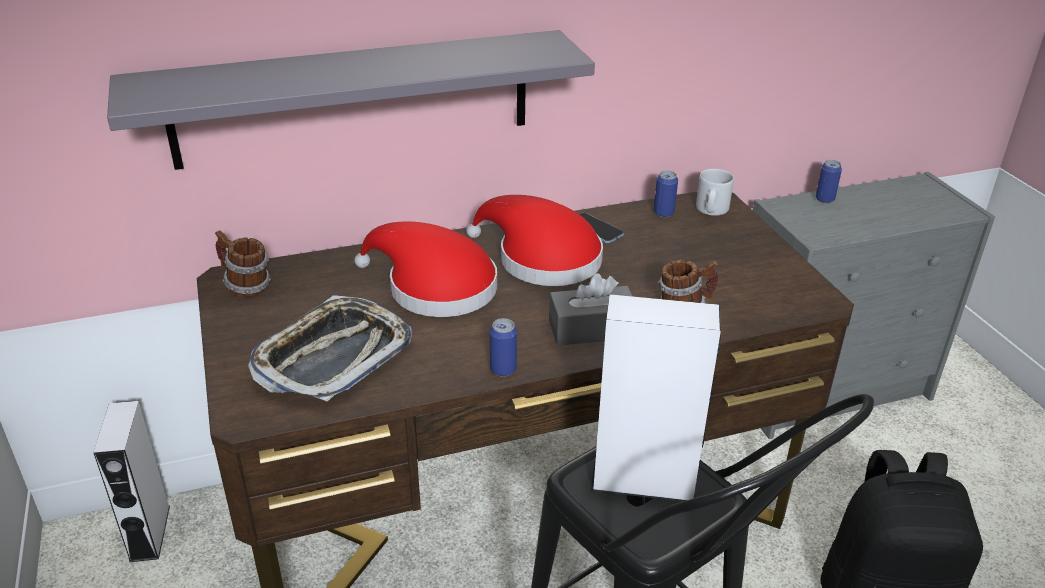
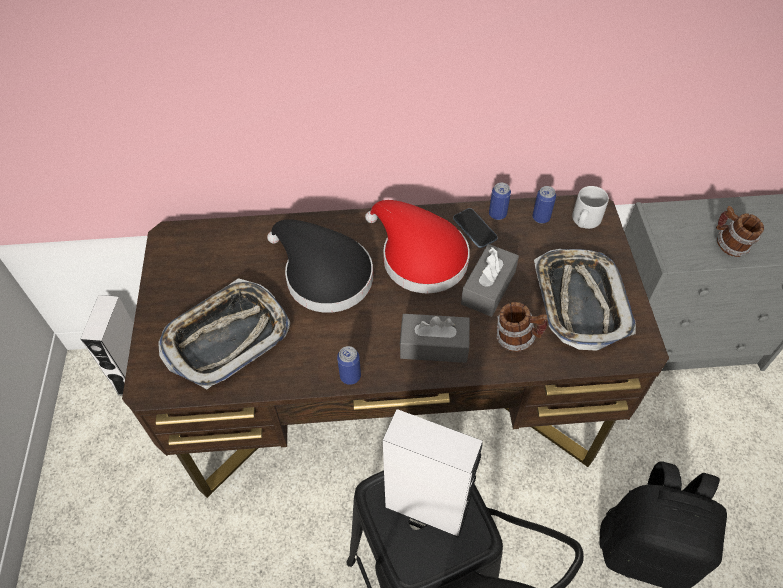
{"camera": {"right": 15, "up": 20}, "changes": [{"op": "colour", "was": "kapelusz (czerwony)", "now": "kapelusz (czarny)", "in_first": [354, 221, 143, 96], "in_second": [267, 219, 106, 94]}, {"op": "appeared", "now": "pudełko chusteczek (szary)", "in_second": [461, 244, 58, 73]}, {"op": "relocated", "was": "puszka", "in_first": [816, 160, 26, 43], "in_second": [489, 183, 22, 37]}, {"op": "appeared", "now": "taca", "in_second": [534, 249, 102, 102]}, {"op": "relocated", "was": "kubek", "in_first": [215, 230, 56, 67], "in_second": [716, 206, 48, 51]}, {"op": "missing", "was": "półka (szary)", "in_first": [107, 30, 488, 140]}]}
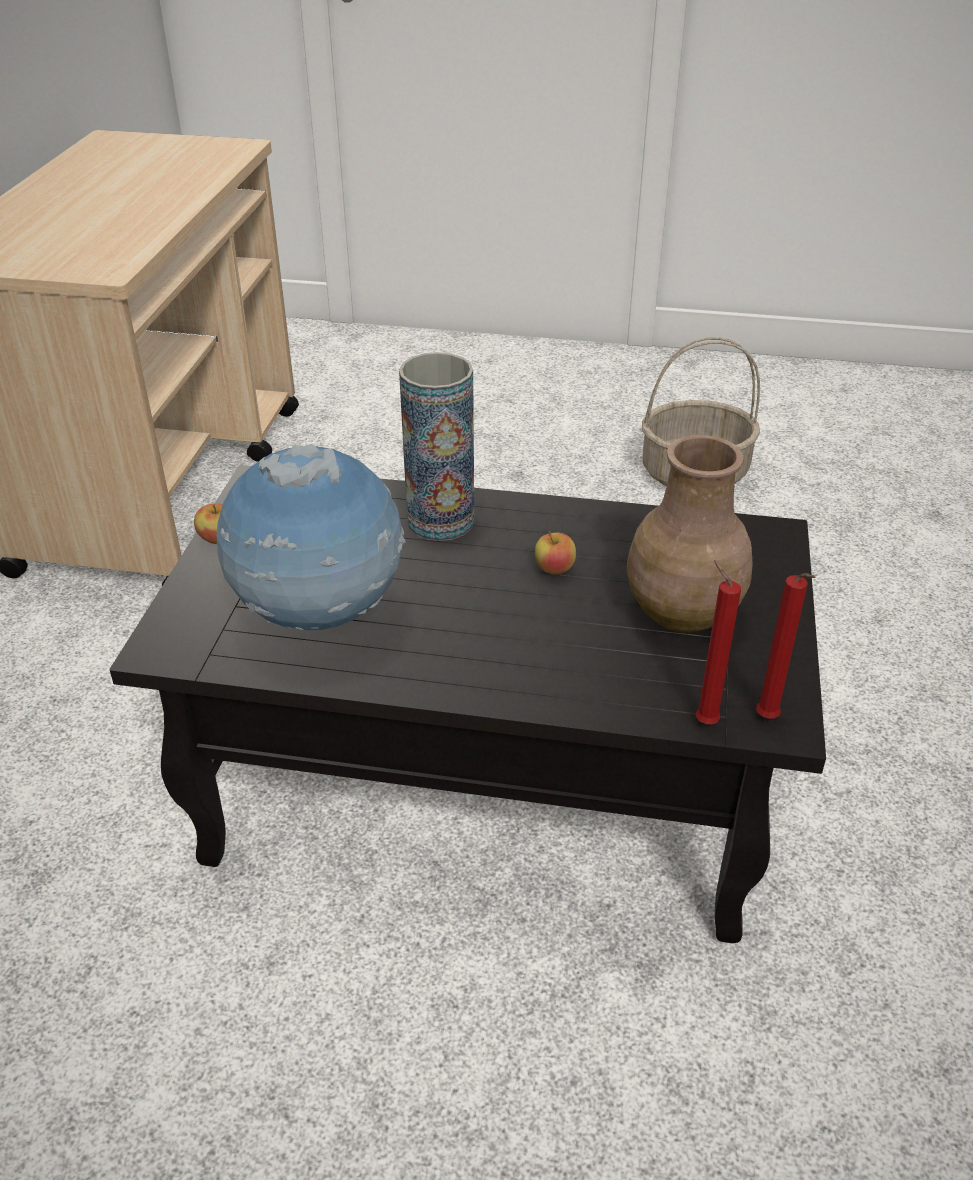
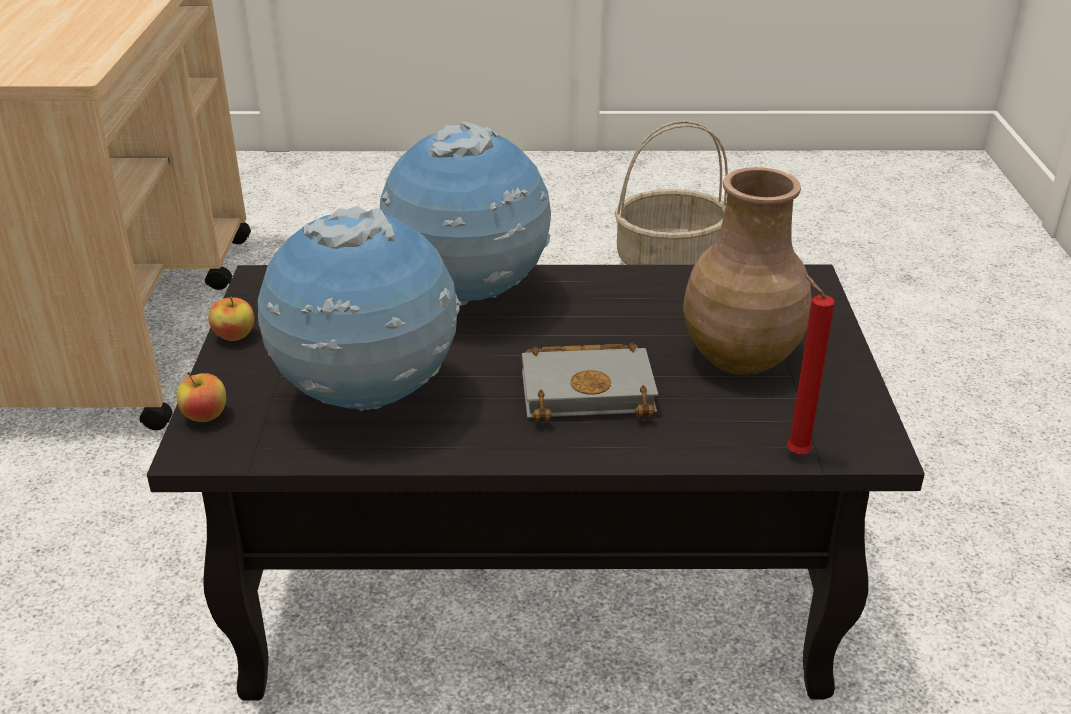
{"camera": {"right": -10, "up": -5}, "changes": [{"op": "relocated", "was": "jabłko", "in_first": [535, 531, 41, 44], "in_second": [177, 372, 49, 50]}, {"op": "exchanged", "was": "wazon", "now": "globus", "in_first": [399, 352, 75, 189], "in_second": [380, 121, 171, 185]}, {"op": "appeared", "now": "książka (szary)", "in_second": [522, 343, 136, 79]}, {"op": "missing", "was": "świeca (czerwony)", "in_first": [756, 573, 59, 146]}]}
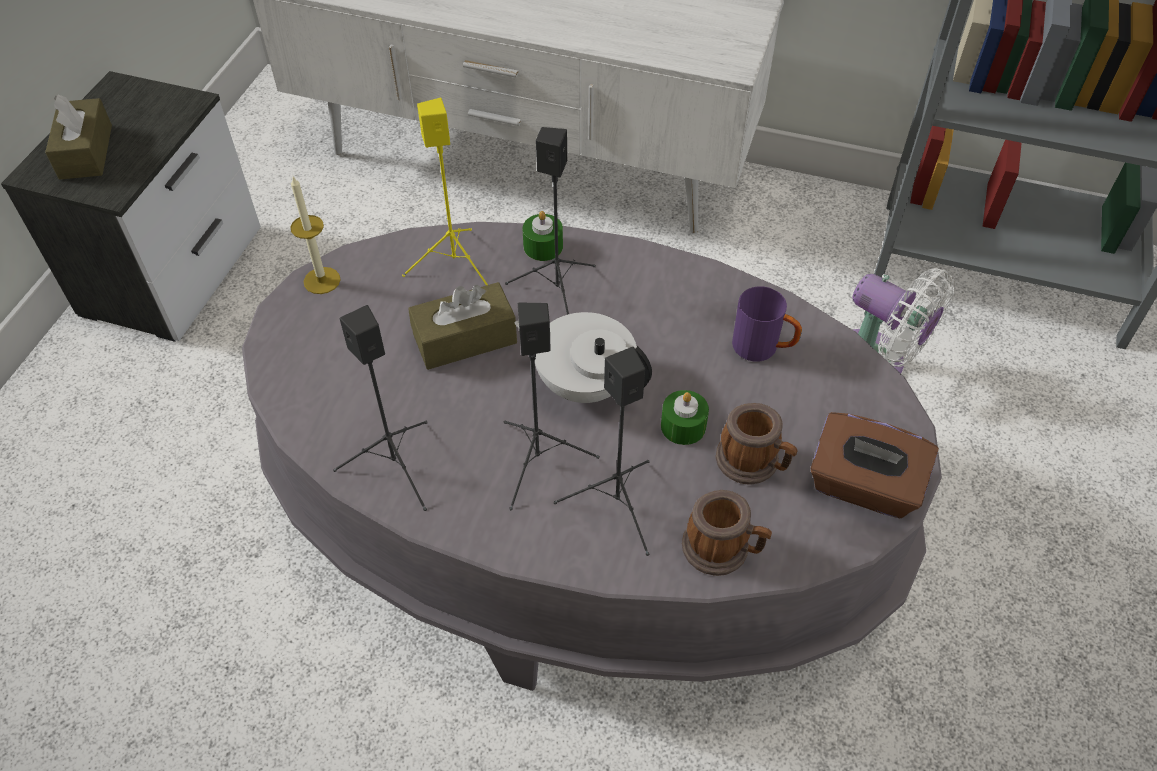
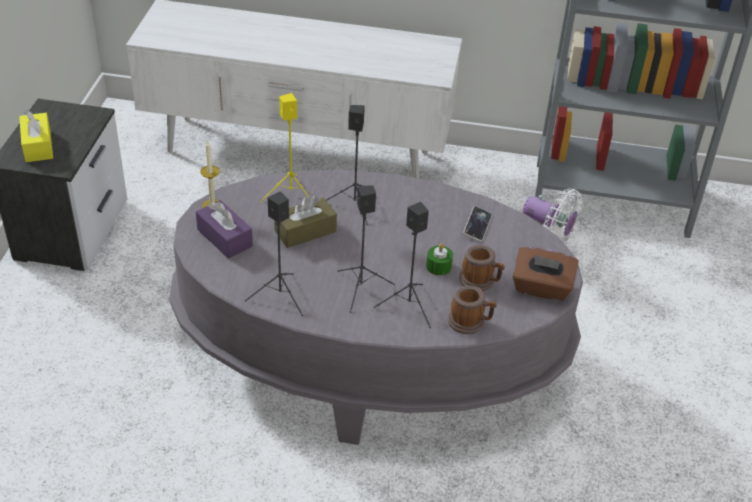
{"camera": {"right": -10, "up": -10}, "changes": [{"op": "colour", "was": "pudełko chusteczek (brązowy)", "now": "pudełko chusteczek (żółty)", "in_first": [45, 95, 67, 84], "in_second": [19, 110, 34, 52]}, {"op": "appeared", "now": "pudełko chusteczek (fioletowy)", "in_second": [196, 200, 57, 59]}, {"op": "exchanged", "was": "kubek (fioletowy)", "now": "telefon", "in_first": [732, 286, 70, 76], "in_second": [463, 206, 29, 36]}, {"op": "missing", "was": "imbryk (biały)", "in_first": [515, 312, 137, 91]}, {"op": "missing", "was": "świeca (zielony)", "in_first": [523, 211, 40, 50]}]}
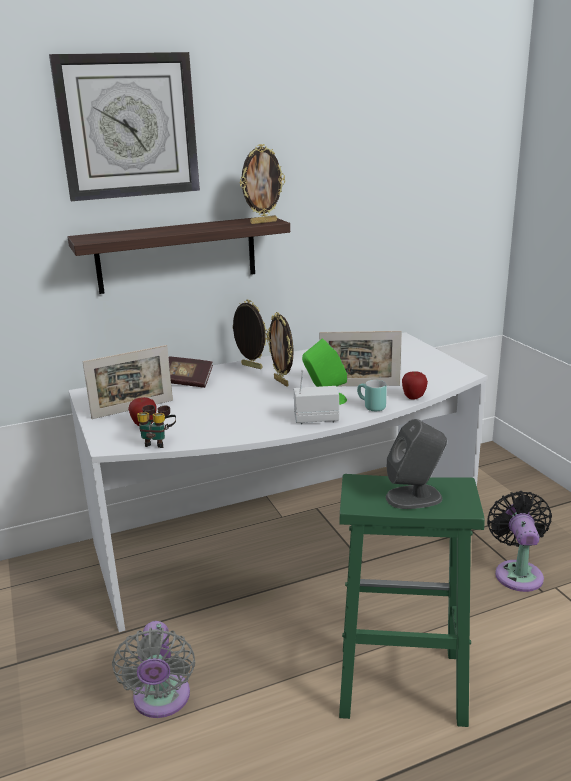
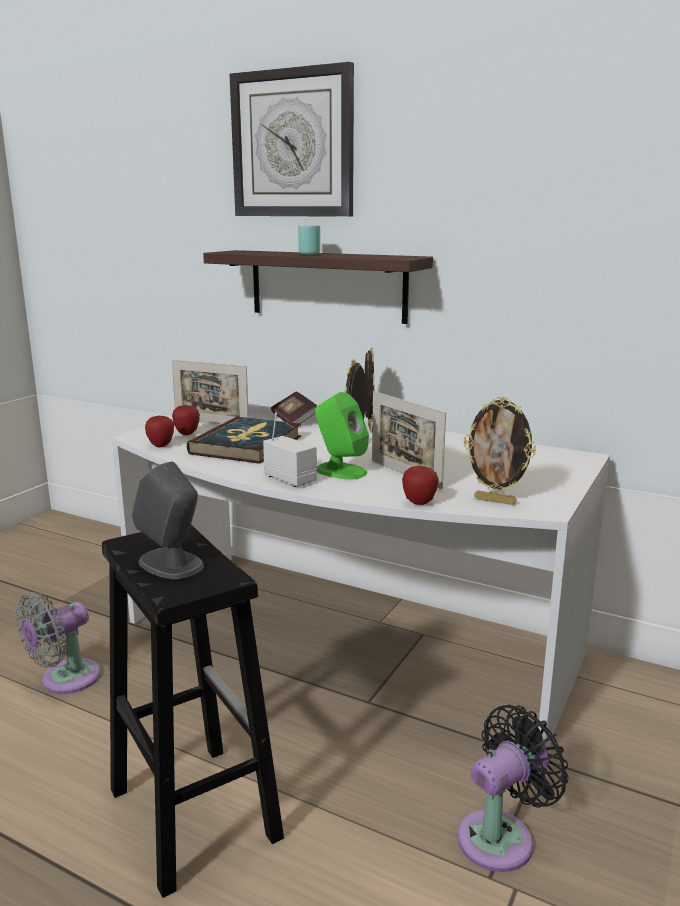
{"camera": {"right": 50, "up": -5}, "changes": [{"op": "colour", "was": "stołek (zielony)", "now": "stołek (czarny)", "in_first": [339, 474, 146, 253], "in_second": [102, 524, 182, 374]}, {"op": "exchanged", "was": "lornetka", "now": "jabłko", "in_first": [137, 405, 39, 43], "in_second": [145, 415, 29, 32]}, {"op": "appeared", "now": "książka", "in_second": [187, 417, 114, 47]}, {"op": "relocated", "was": "kubek (turkusowy)", "in_first": [357, 380, 30, 31], "in_second": [298, 225, 22, 30]}, {"op": "relocated", "was": "ramka na zdjęcie", "in_first": [240, 144, 45, 80], "in_second": [464, 397, 72, 108]}]}
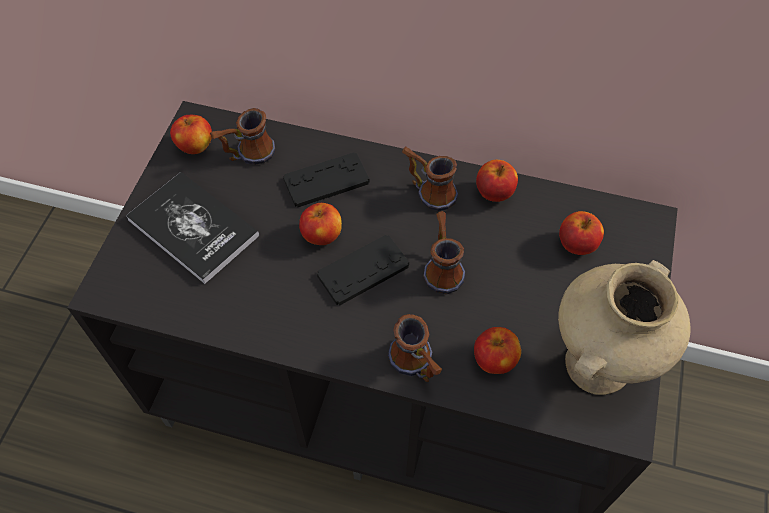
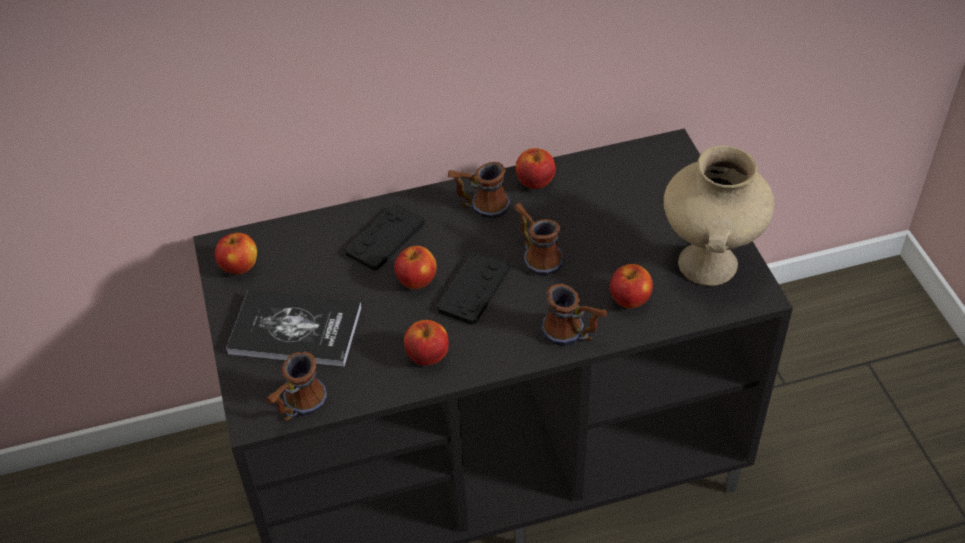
{"camera": {"right": -30, "up": -10}, "changes": [{"op": "relocated", "was": "kubek", "in_first": [210, 108, 65, 57], "in_second": [266, 351, 61, 70]}, {"op": "relocated", "was": "jabłko", "in_first": [559, 211, 45, 44], "in_second": [404, 320, 45, 46]}]}
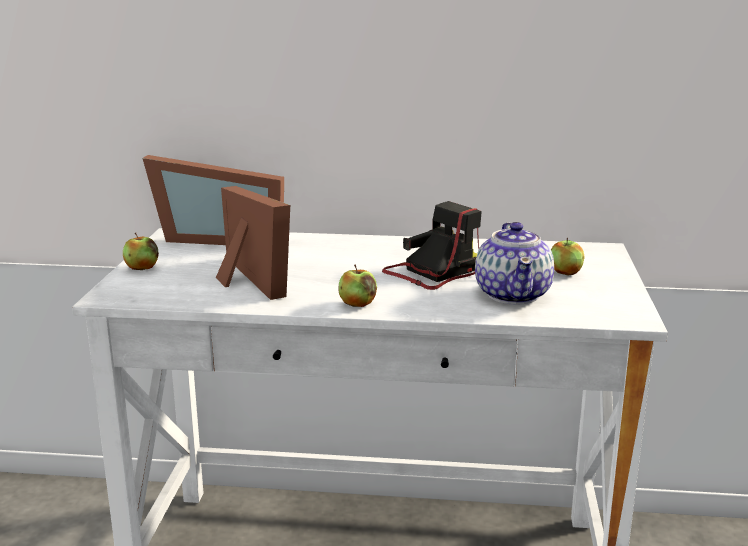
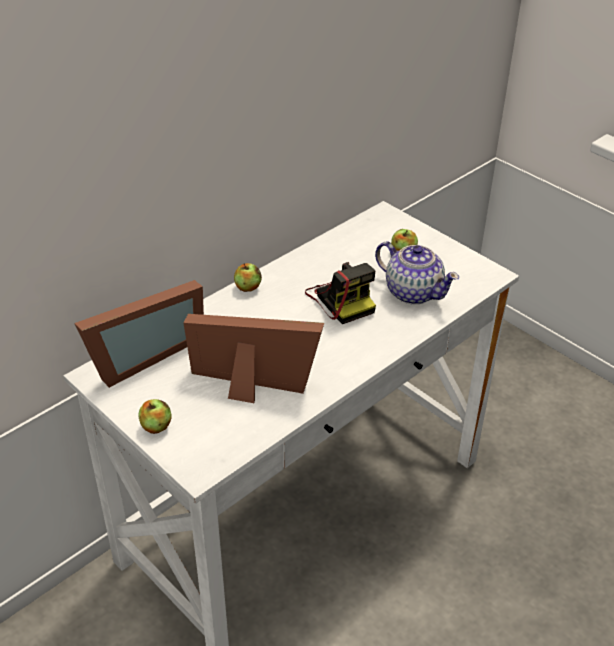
{"camera": {"right": -50, "up": 20}, "changes": [{"op": "relocated", "was": "jabłko", "in_first": [339, 264, 38, 43], "in_second": [234, 263, 28, 29]}, {"op": "spun", "was": "aparat fotograficzny", "in_first": [382, 201, 100, 89], "in_second": [305, 262, 71, 62], "clockwise": 150}]}
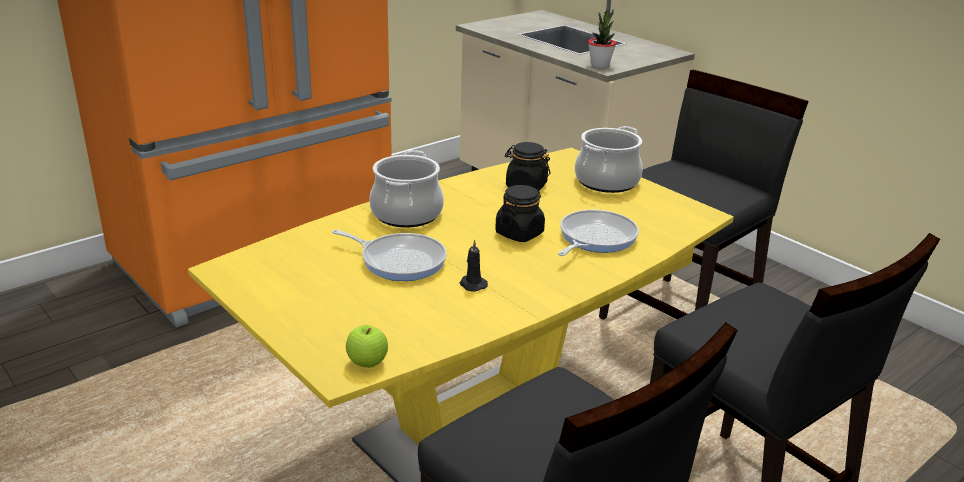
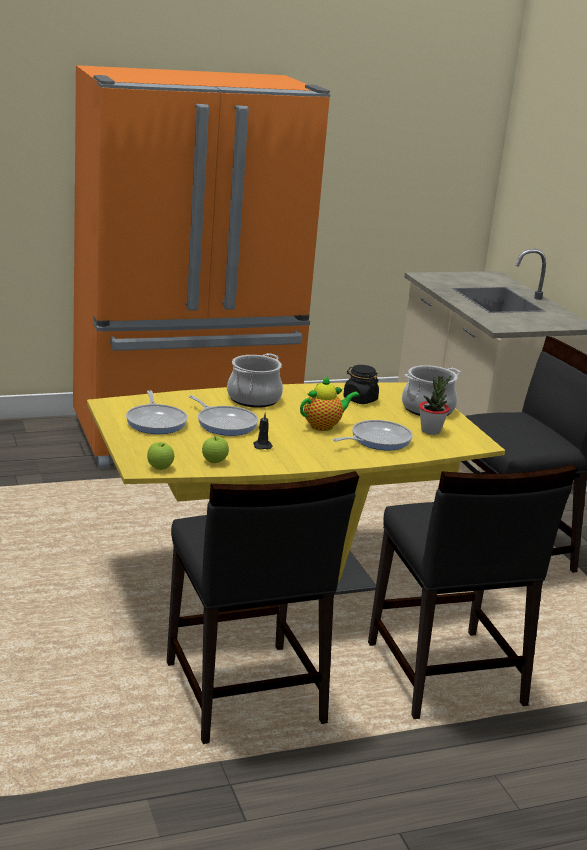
{"camera": {"right": 20, "up": -5}, "changes": [{"op": "appeared", "now": "patelnia", "in_second": [126, 390, 62, 44]}, {"op": "appeared", "now": "jabłko", "in_second": [202, 436, 27, 27]}, {"op": "exchanged", "was": "słoik (czarny)", "now": "imbryk", "in_first": [495, 185, 50, 57], "in_second": [300, 376, 60, 55]}, {"op": "relocated", "was": "roślina doniczkowa", "in_first": [588, 9, 28, 59], "in_second": [419, 375, 32, 60]}]}
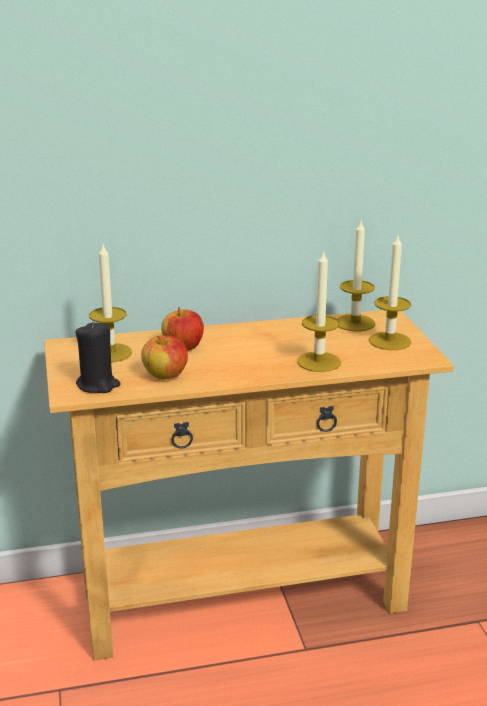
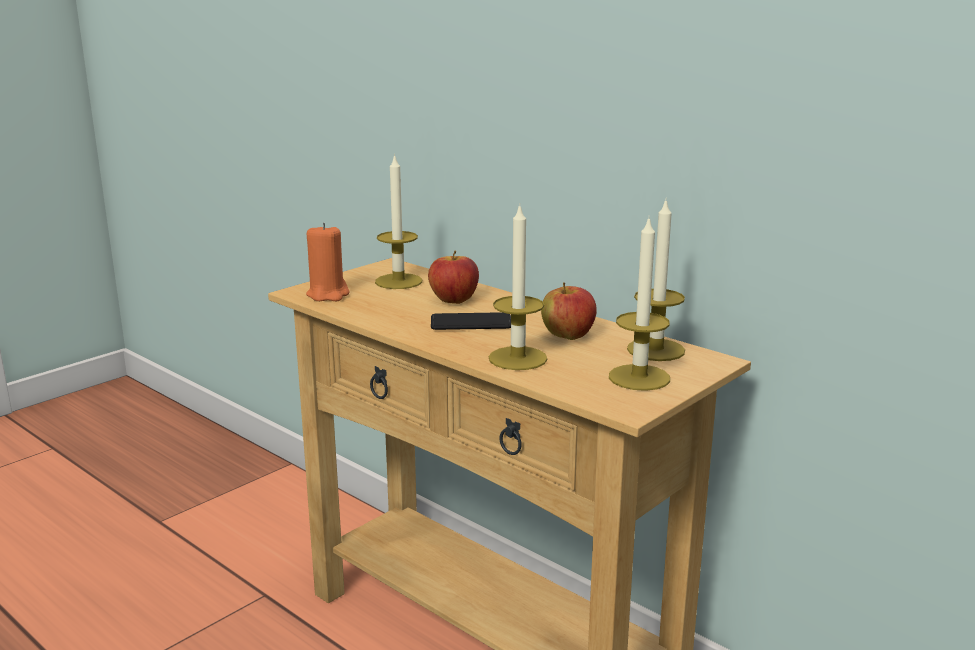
{"camera": {"right": 55, "up": -5}, "changes": [{"op": "colour", "was": "świeca (czarny)", "now": "świeca (pomarańczowy)", "in_first": [76, 322, 45, 71], "in_second": [306, 222, 43, 79]}, {"op": "appeared", "now": "telefon", "in_second": [431, 312, 80, 18]}, {"op": "relocated", "was": "jabłko", "in_first": [141, 335, 47, 44], "in_second": [541, 282, 56, 58]}]}
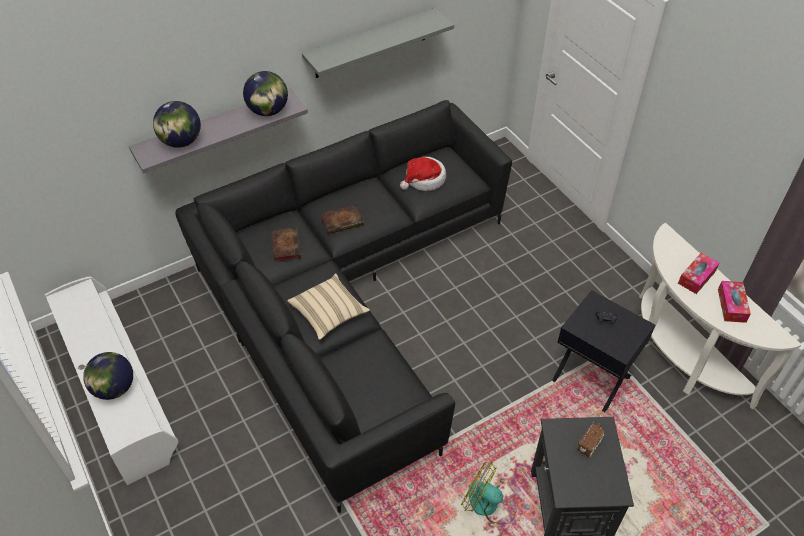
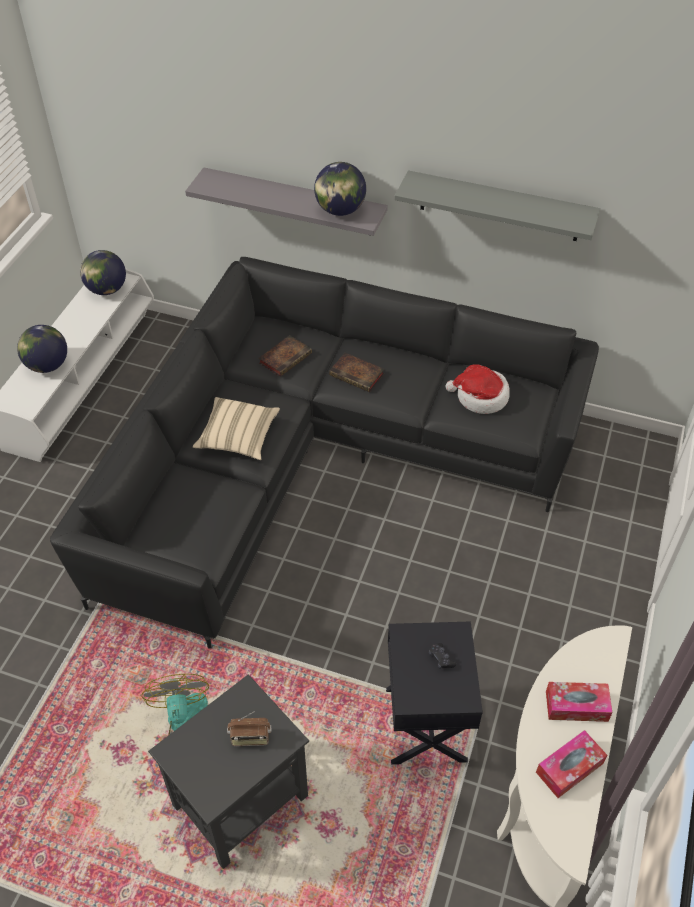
{"camera": {"right": 50, "up": 0}, "changes": [{"op": "relocated", "was": "globus", "in_first": [153, 101, 48, 47], "in_second": [80, 250, 46, 45]}]}
